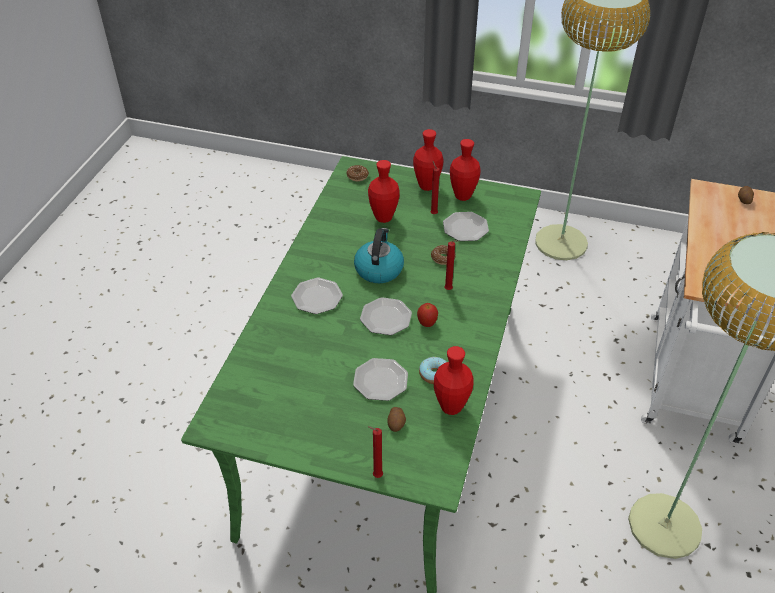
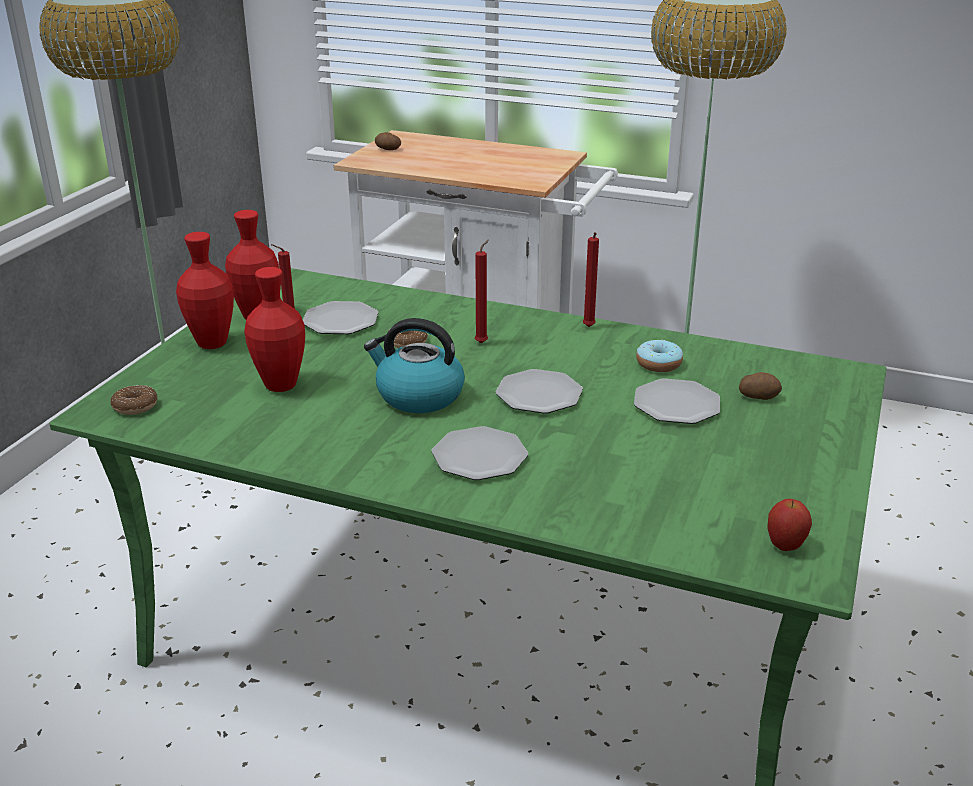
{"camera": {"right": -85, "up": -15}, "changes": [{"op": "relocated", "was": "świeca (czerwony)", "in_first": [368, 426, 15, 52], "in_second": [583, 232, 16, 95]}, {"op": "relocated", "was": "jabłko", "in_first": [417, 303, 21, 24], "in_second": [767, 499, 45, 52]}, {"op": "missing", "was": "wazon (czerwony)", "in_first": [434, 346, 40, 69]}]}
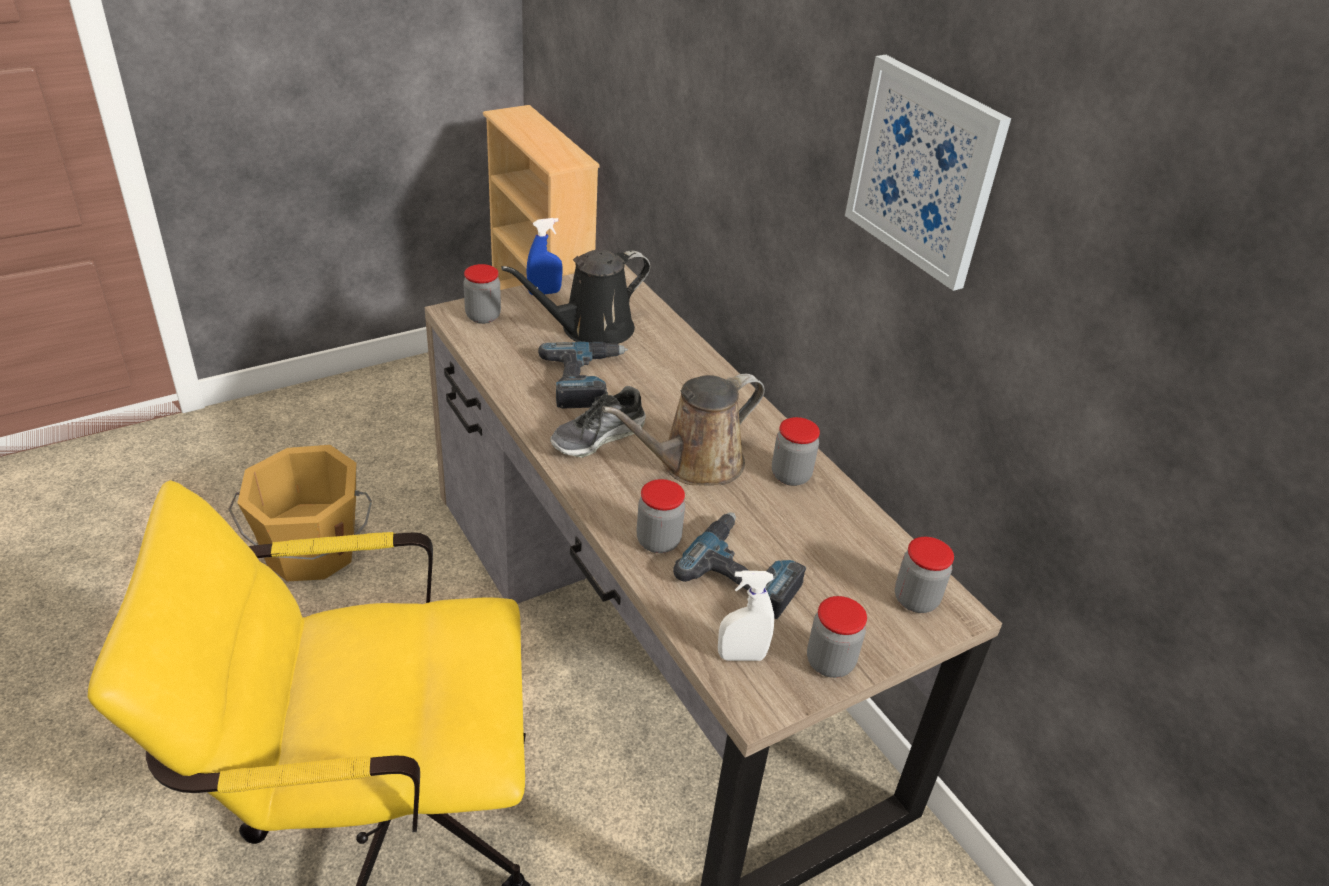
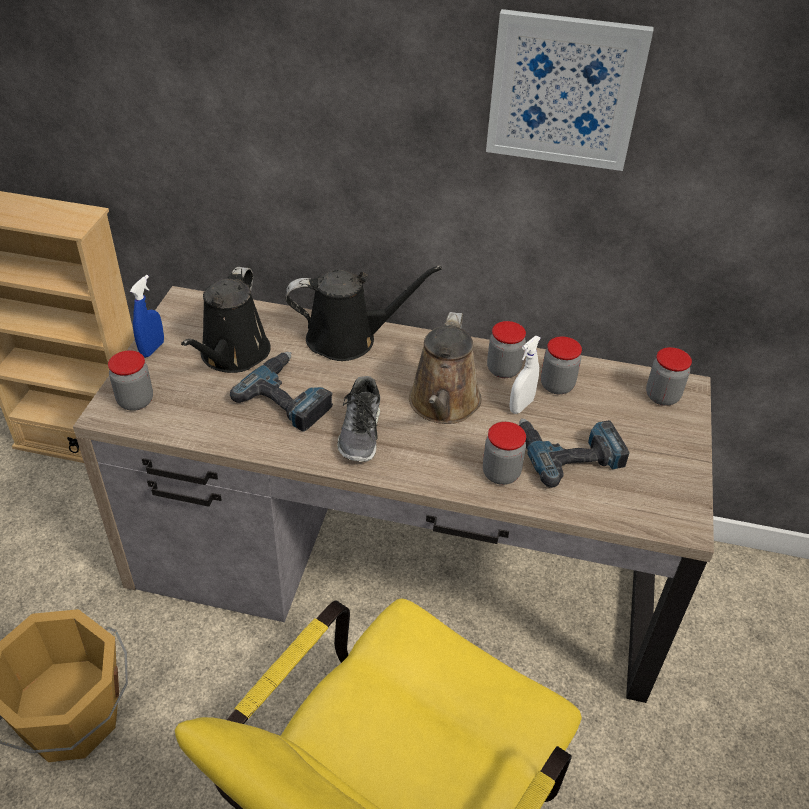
{"camera": {"right": -45, "up": 5}, "changes": [{"op": "appeared", "now": "konewka (czarny)", "in_second": [285, 266, 157, 95]}, {"op": "relocated", "was": "spryskiwacz (biały)", "in_first": [718, 570, 56, 91], "in_second": [509, 336, 32, 78]}, {"op": "relocated", "was": "słoik", "in_first": [807, 596, 60, 82], "in_second": [541, 336, 41, 58]}]}
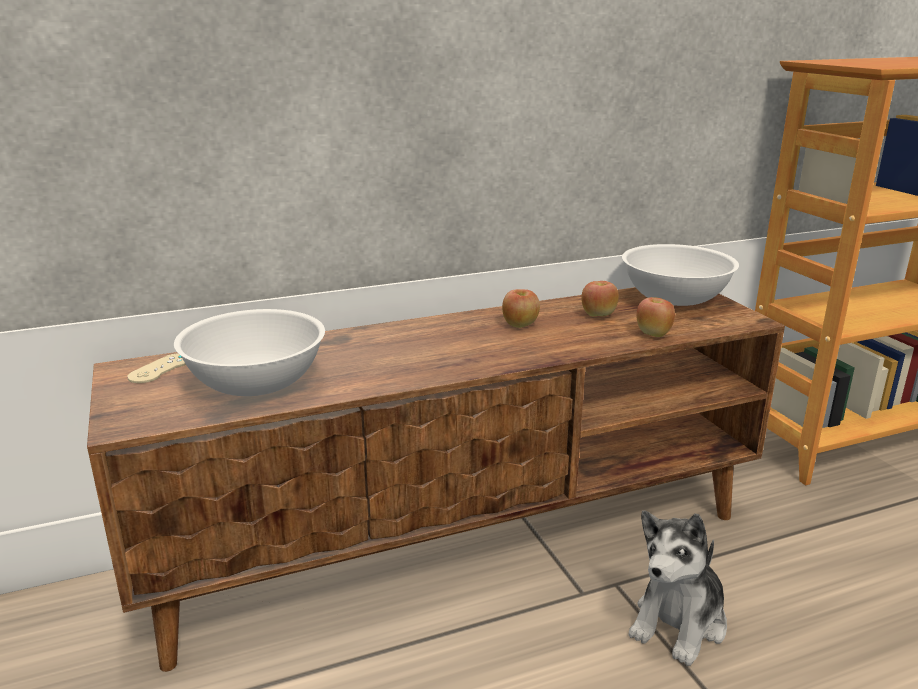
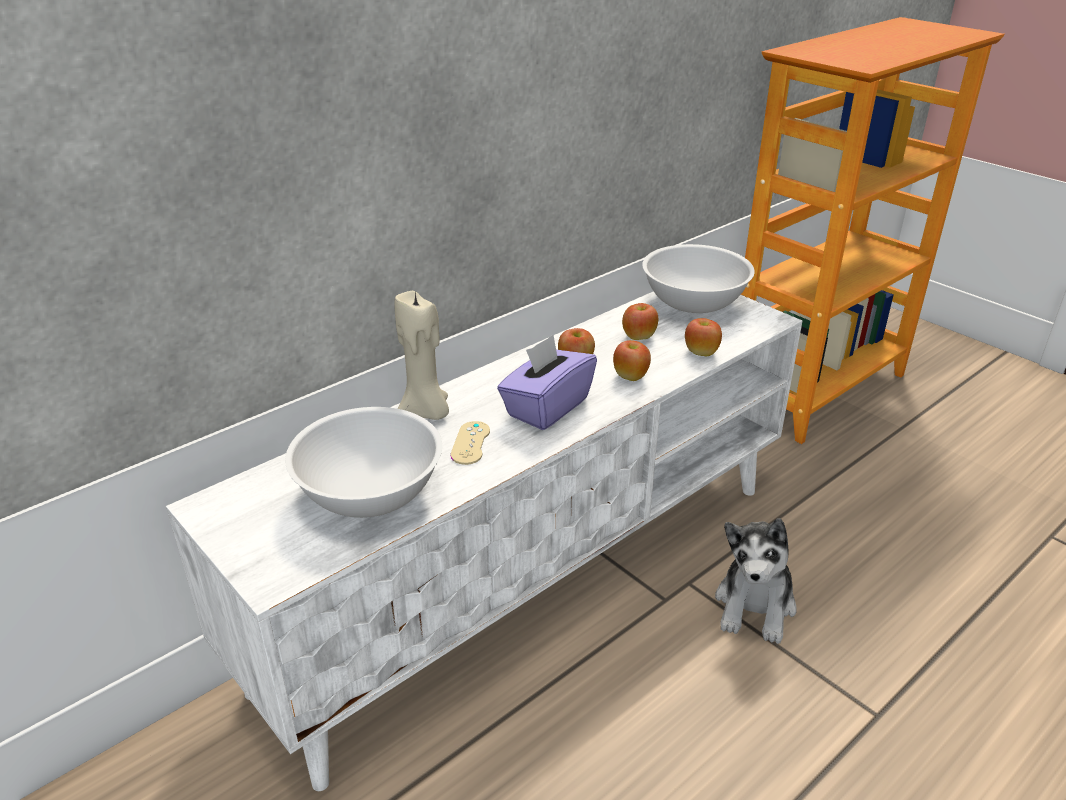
{"camera": {"right": -20, "up": 10}, "changes": [{"op": "colour", "was": "szafka pod telewizor (brązowy)", "now": "szafka pod telewizor (biały)", "in_first": [87, 287, 698, 385], "in_second": [166, 291, 637, 500]}, {"op": "appeared", "now": "świeca (beżowy)", "in_second": [394, 291, 55, 129]}, {"op": "relocated", "was": "pad do gier (beżowy)", "in_first": [127, 353, 59, 30], "in_second": [450, 421, 40, 44]}, {"op": "appeared", "now": "pudełko chusteczek (fioletowy)", "in_second": [497, 335, 100, 95]}, {"op": "appeared", "now": "jabłko", "in_second": [613, 340, 38, 41]}]}
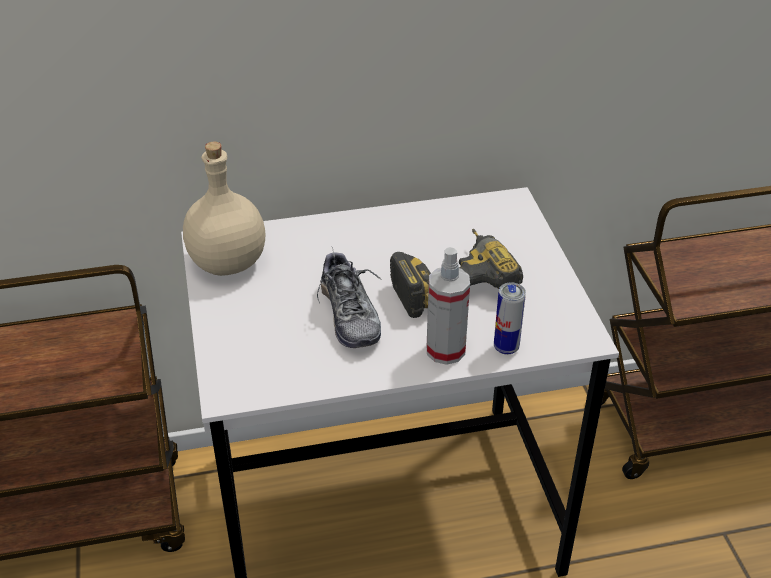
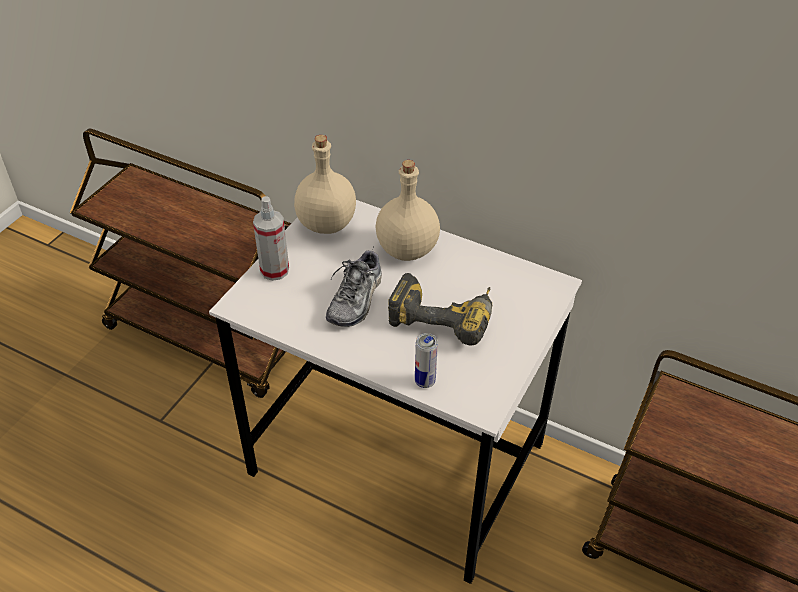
{"camera": {"right": 40, "up": 5}, "changes": [{"op": "relocated", "was": "spryskiwacz", "in_first": [427, 247, 43, 118], "in_second": [253, 196, 36, 85]}, {"op": "appeared", "now": "butelka (beżowy)", "in_second": [376, 160, 64, 101]}]}
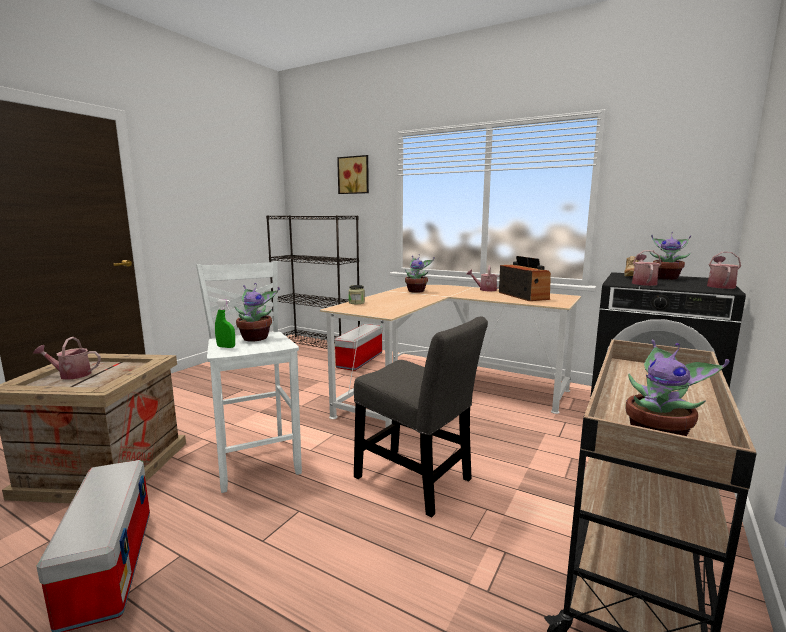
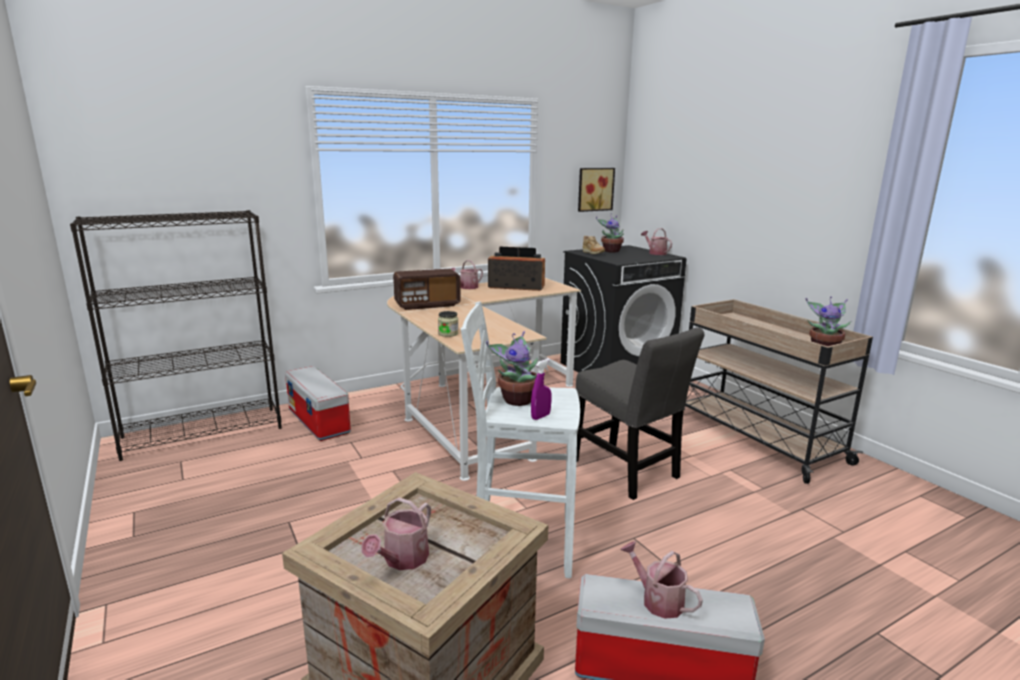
{"camera": {"right": -60, "up": 5}, "changes": [{"op": "exchanged", "was": "roślina doniczkowa", "now": "radio", "in_first": [405, 254, 30, 39], "in_second": [393, 269, 68, 41]}, {"op": "colour", "was": "spryskiwacz (zielony)", "now": "spryskiwacz (fioletowy)", "in_first": [215, 299, 20, 49], "in_second": [531, 359, 20, 61]}, {"op": "spun", "was": "krzesło (szary)", "in_first": [354, 316, 134, 201], "in_second": [576, 327, 128, 173], "clockwise": 75}, {"op": "relocated", "was": "obraz", "in_first": [337, 155, 32, 39], "in_second": [578, 168, 37, 44]}, {"op": "relocated", "was": "konewka", "in_first": [632, 250, 30, 36], "in_second": [620, 541, 83, 78]}]}
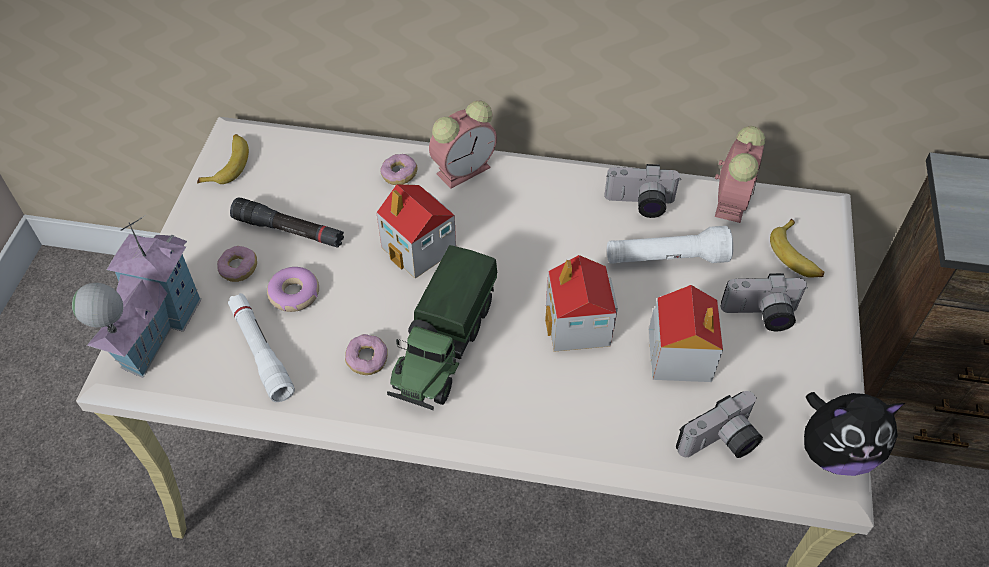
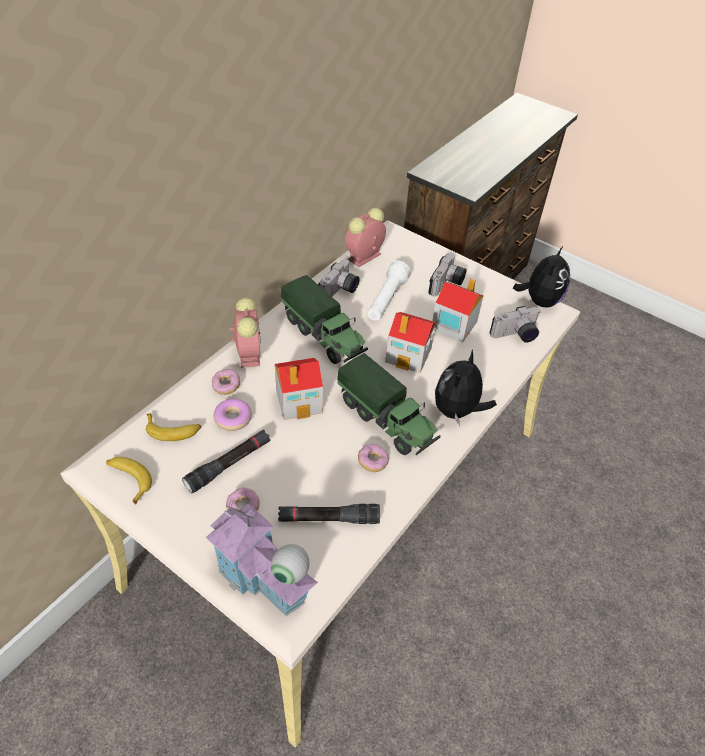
{"camera": {"right": -65, "up": -5}, "changes": [{"op": "relocated", "was": "banan", "in_first": [770, 219, 54, 59], "in_second": [146, 413, 55, 28]}, {"op": "relocated", "was": "donut", "in_first": [267, 267, 52, 45], "in_second": [214, 399, 38, 32]}, {"op": "colour", "was": "latarka (biały)", "now": "latarka (czarny)", "in_first": [228, 293, 67, 109], "in_second": [278, 504, 102, 20]}, {"op": "appeared", "now": "ciężarówka zabawkowa", "in_second": [281, 275, 87, 89]}, {"op": "spun", "was": "budzik", "in_first": [715, 126, 50, 97], "in_second": [345, 208, 41, 59], "clockwise": -90}, {"op": "appeared", "now": "pluszak", "in_second": [435, 350, 62, 75]}, {"op": "spun", "was": "aparat fotograficzny", "in_first": [676, 391, 87, 67], "in_second": [490, 306, 50, 37], "clockwise": 75}]}
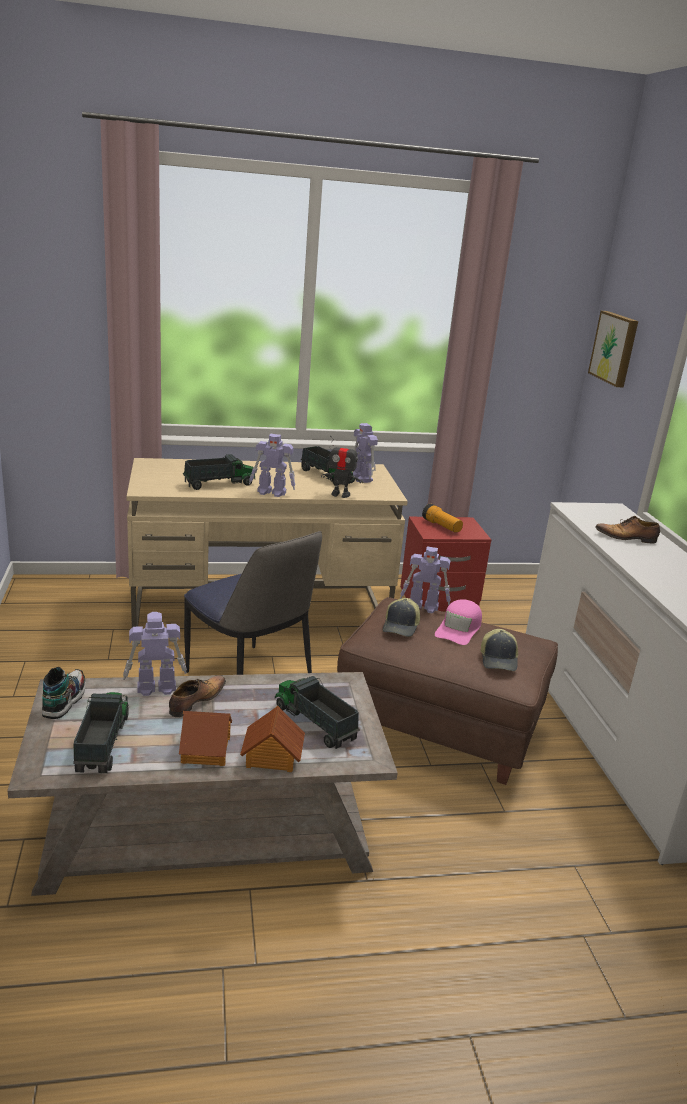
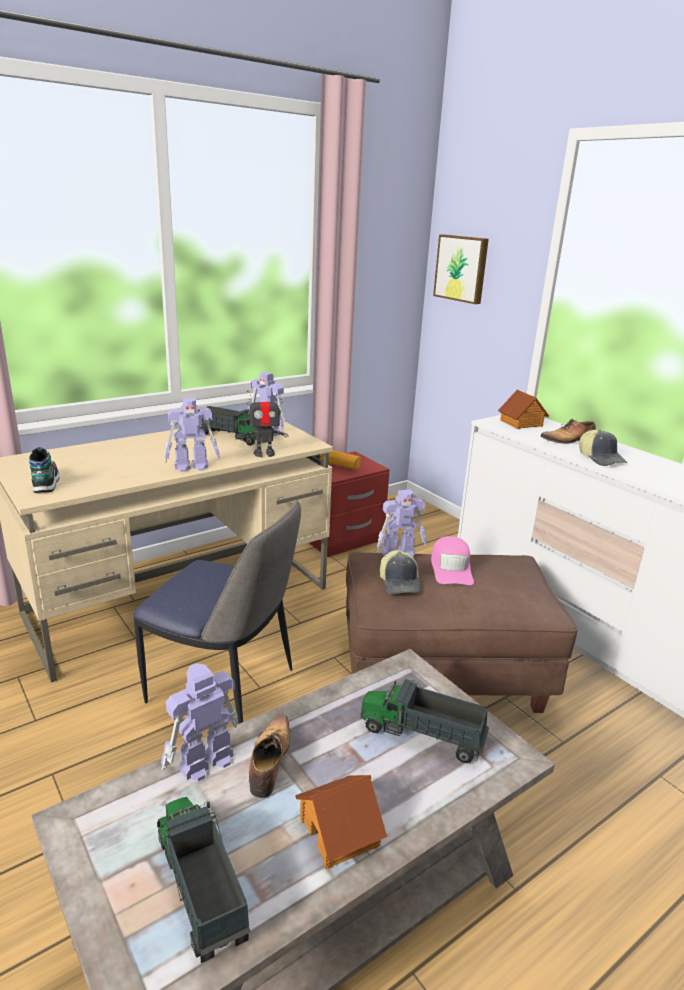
{"camera": {"right": -25, "up": 0}, "changes": [{"op": "relocated", "was": "but", "in_first": [42, 667, 44, 52], "in_second": [29, 447, 31, 46]}, {"op": "relocated", "was": "domek", "in_first": [240, 706, 65, 66], "in_second": [498, 390, 51, 39]}, {"op": "relocated", "was": "czapka z daszkiem", "in_first": [481, 629, 37, 42], "in_second": [579, 429, 48, 37]}, {"op": "missing", "was": "ciężarówka zabawkowa", "in_first": [183, 454, 72, 36]}]}
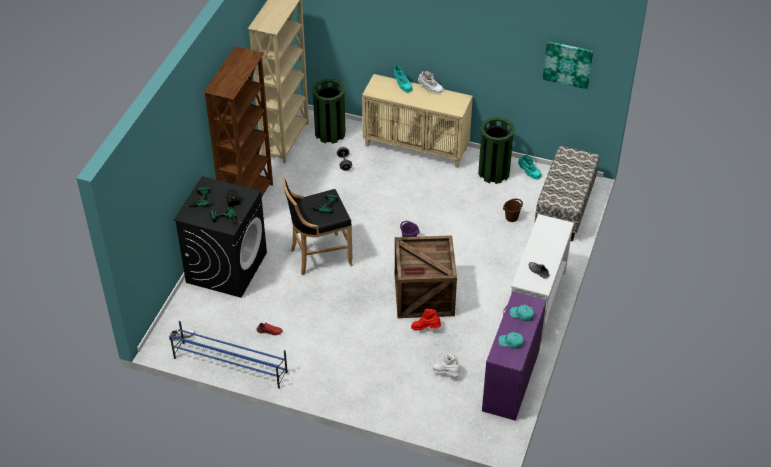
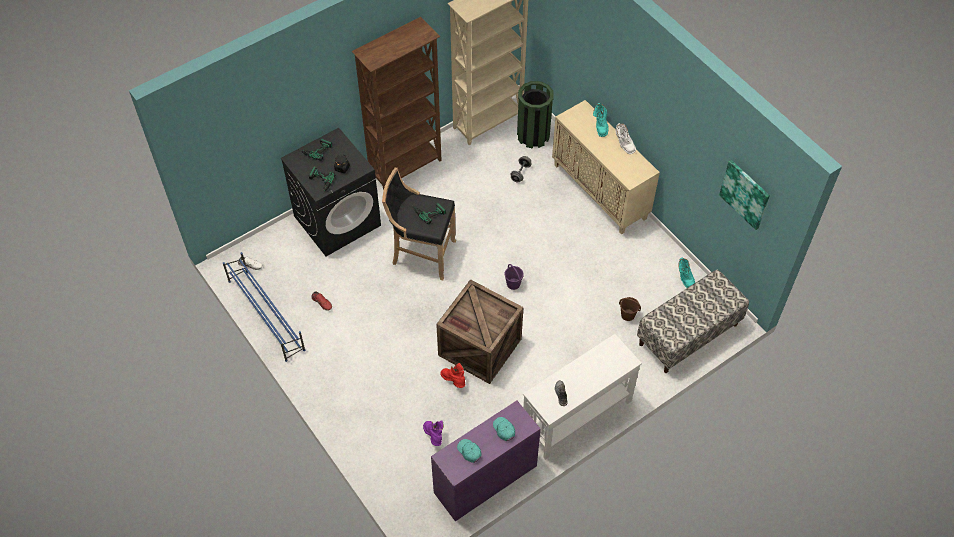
{"camera": {"right": 35, "up": 10}, "changes": [{"op": "colour", "was": "but z cholewką (biały)", "now": "but z cholewką (fioletowy)", "in_first": [431, 354, 29, 22], "in_second": [423, 420, 21, 26]}, {"op": "missing", "was": "kosz na śmieci (zielony)", "in_first": [478, 117, 37, 67]}]}
